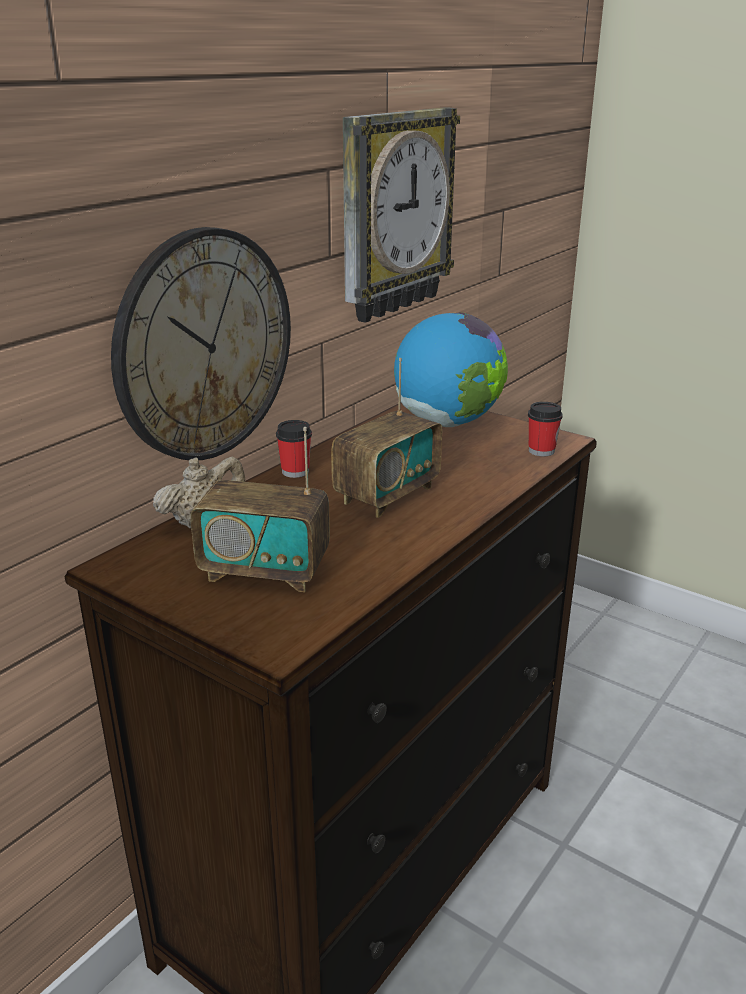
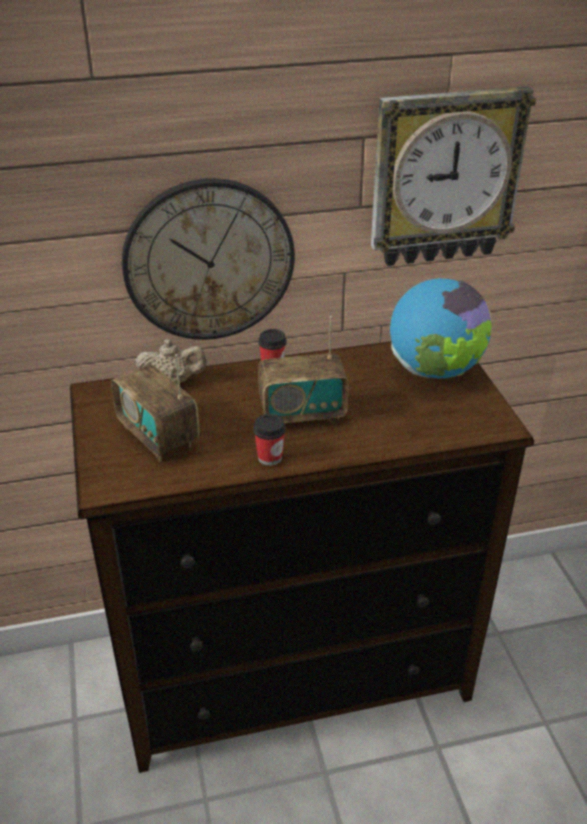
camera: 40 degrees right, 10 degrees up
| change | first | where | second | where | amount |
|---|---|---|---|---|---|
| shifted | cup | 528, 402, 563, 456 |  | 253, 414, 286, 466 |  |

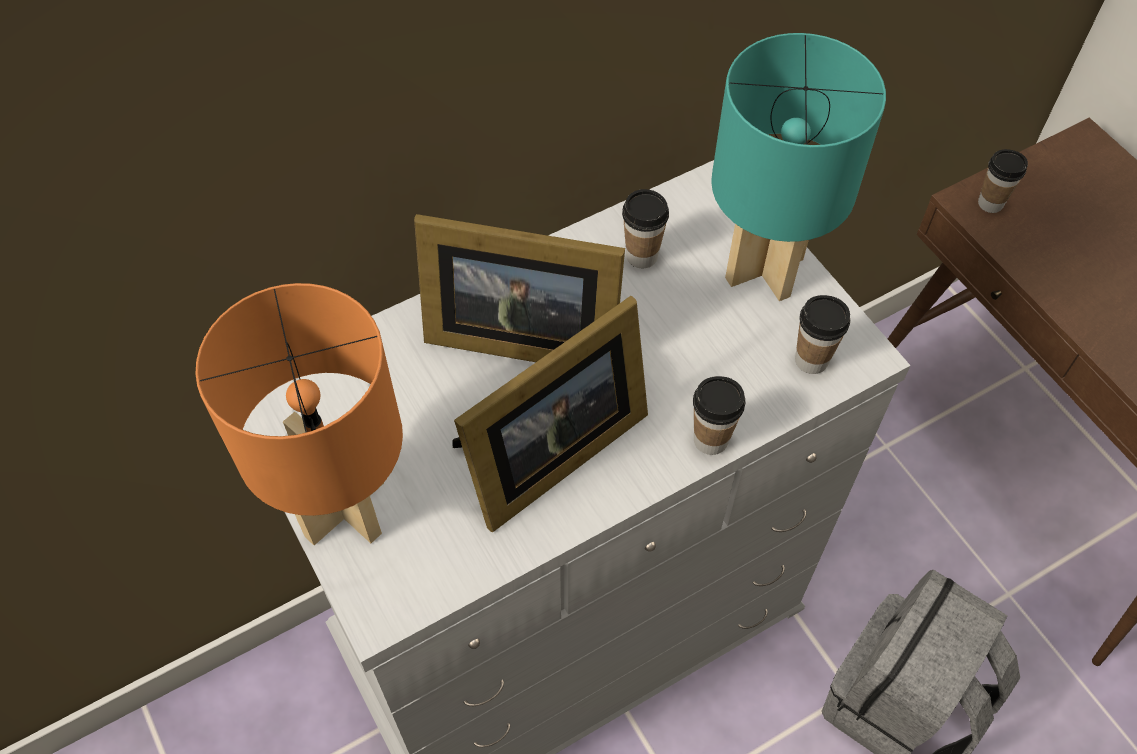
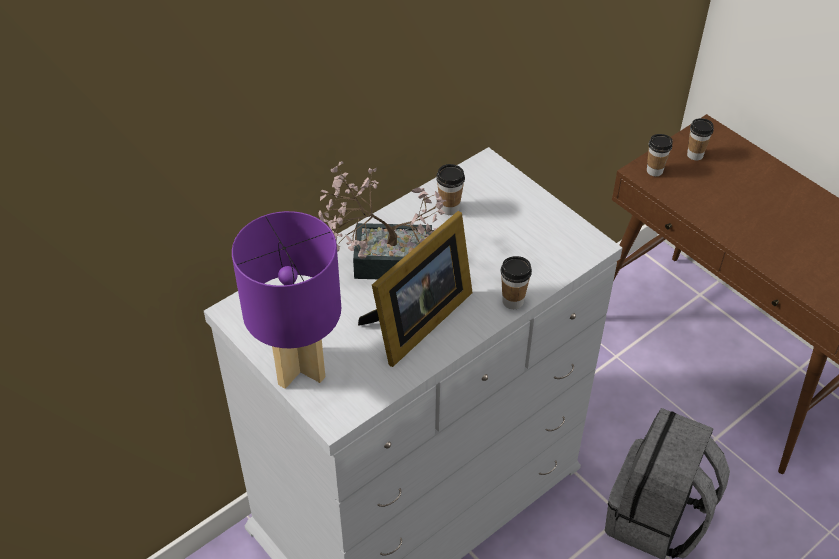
camera: 10 degrees left, 10 degrees down
| change | first | where | second | where | amount |
|---|---|---|---|---|---|
| gone | turquoise table lamp | 711, 33, 886, 301 |  |  |  |
| swapped | picture frame | 414, 214, 625, 362 | potted plant | 318, 161, 446, 279 |  |
| repainted | orange table lamp | 195, 283, 403, 545 | purple table lamp | 232, 211, 341, 389 |  |
| shifted | cup | 795, 295, 850, 374 |  | 687, 118, 714, 160 |  |

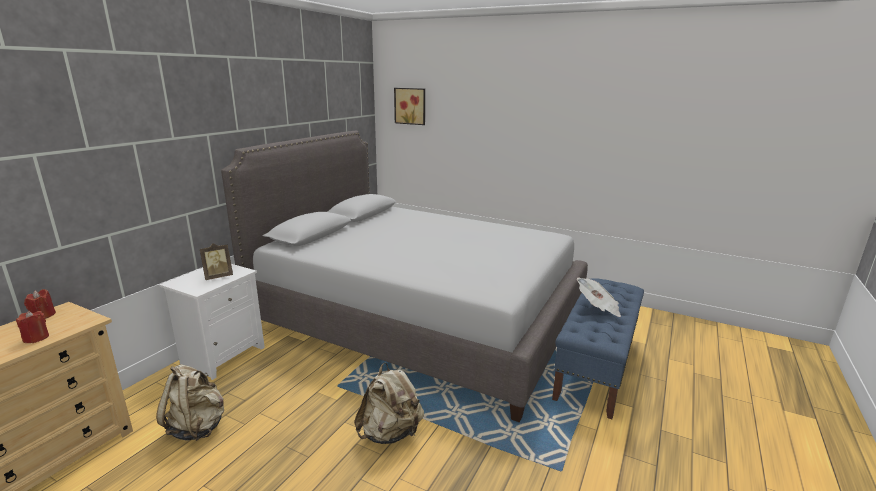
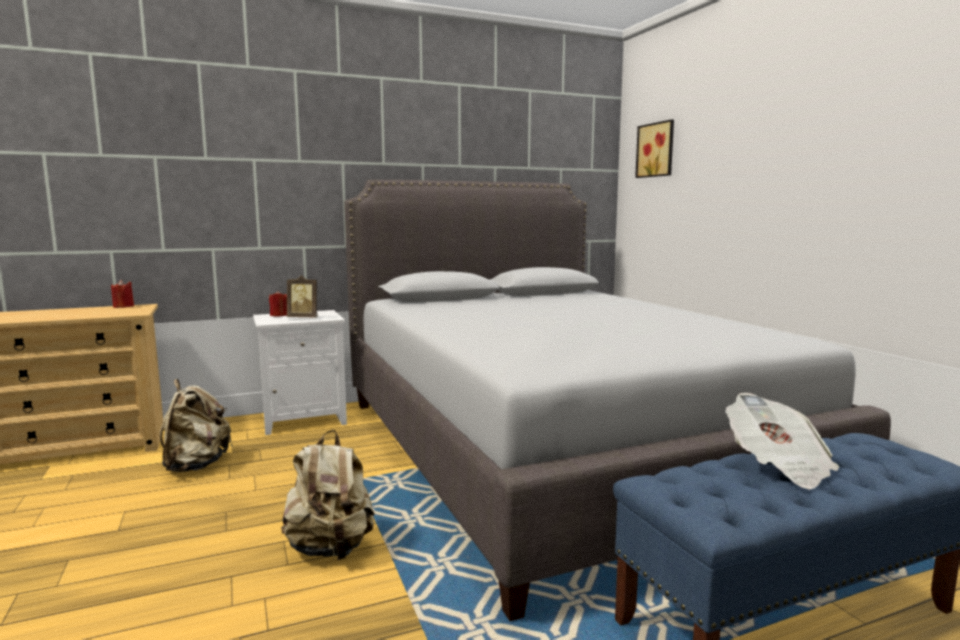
camera: 40 degrees right, 10 degrees down
| change | first | where | second | where | amount |
|---|---|---|---|---|---|
| shifted | red candle | 16, 311, 49, 343 |  | 269, 291, 287, 317 |  |

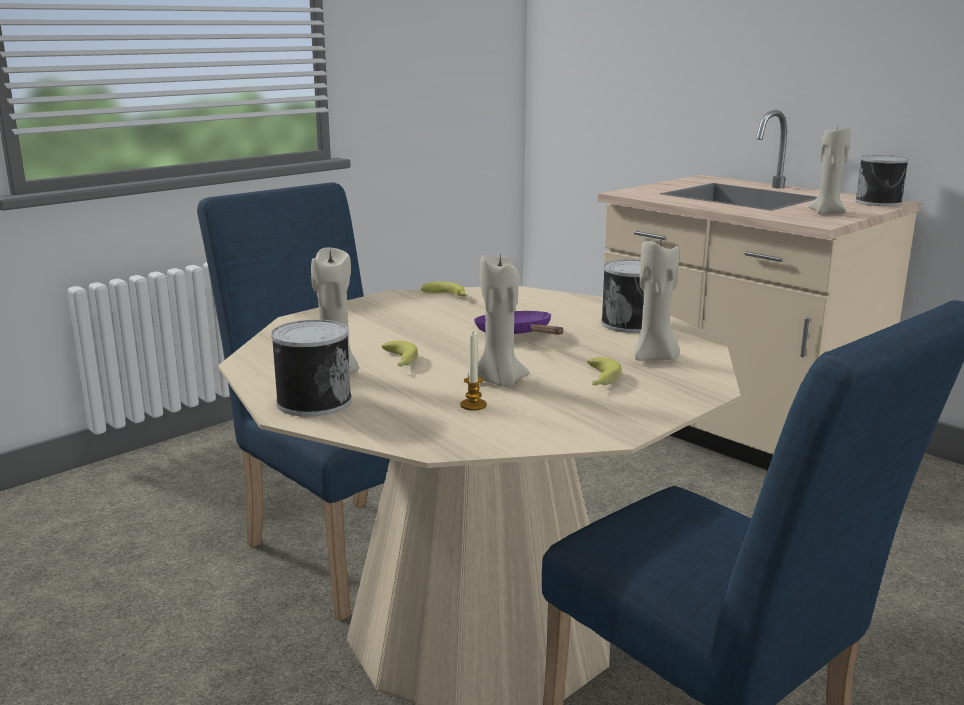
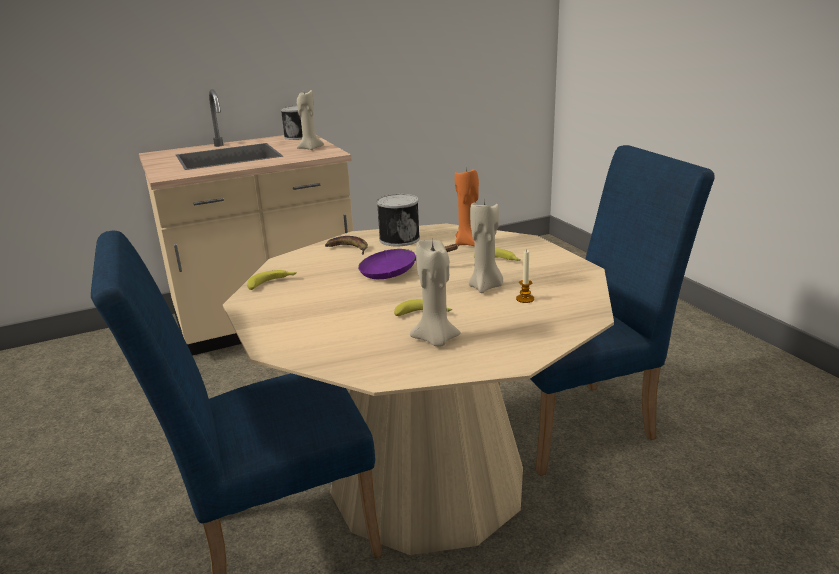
camera: 70 degrees left, 5 degrees up
| change | first | where | second | where | amount |
|---|---|---|---|---|---|
| repainted | beige candle | 635, 241, 680, 361 | orange candle | 455, 166, 479, 246 |  |
| gone | can | 271, 320, 352, 417 |  |  |  |
| new |  |  | banana | 325, 236, 368, 255 |  |

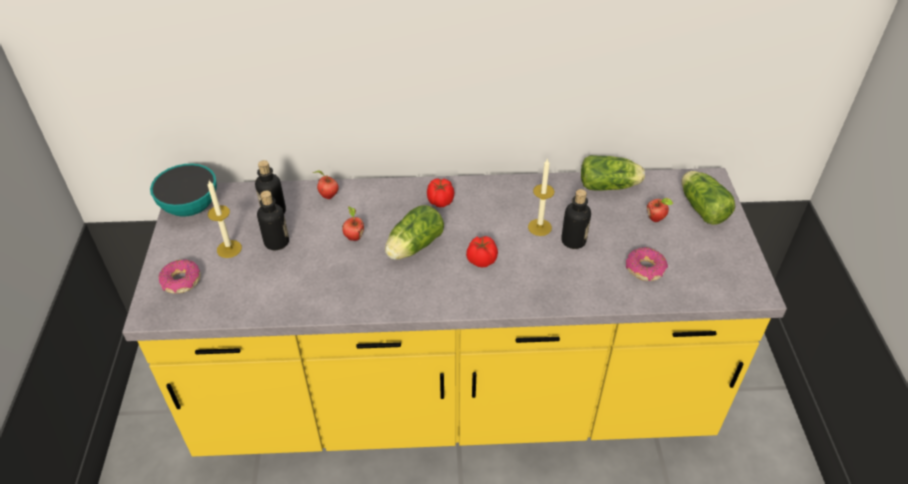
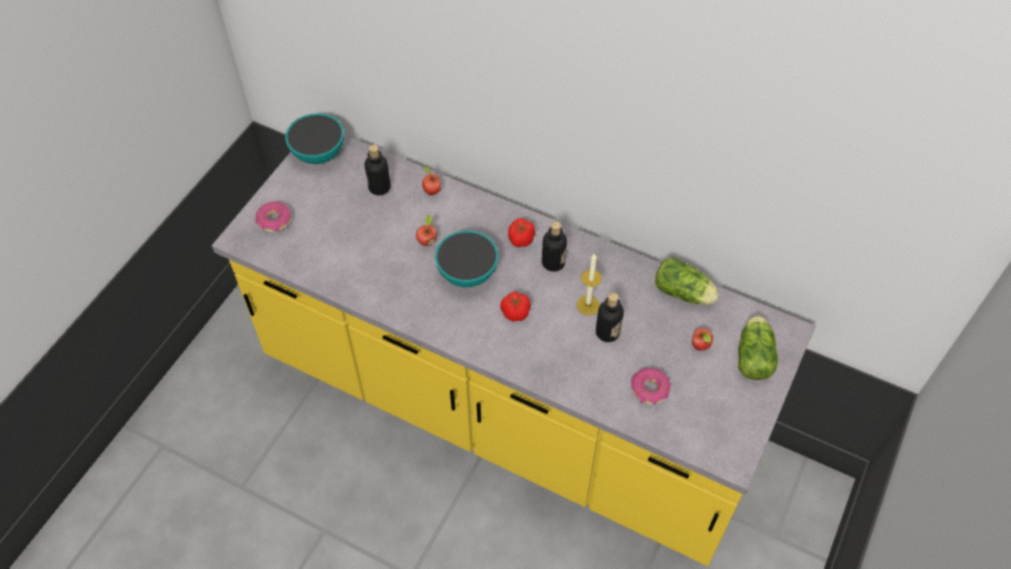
camera: 30 degrees right, 10 degrees up
| change | first | where | second | where | amount |
|---|---|---|---|---|---|
| gone | candle | 208, 180, 242, 258 |  |  |  |
| shifted | bottle | 257, 191, 289, 250 |  | 542, 222, 567, 272 |  |
| swapped | lettuce | 385, 205, 444, 260 | bowl | 435, 231, 498, 287 |  |

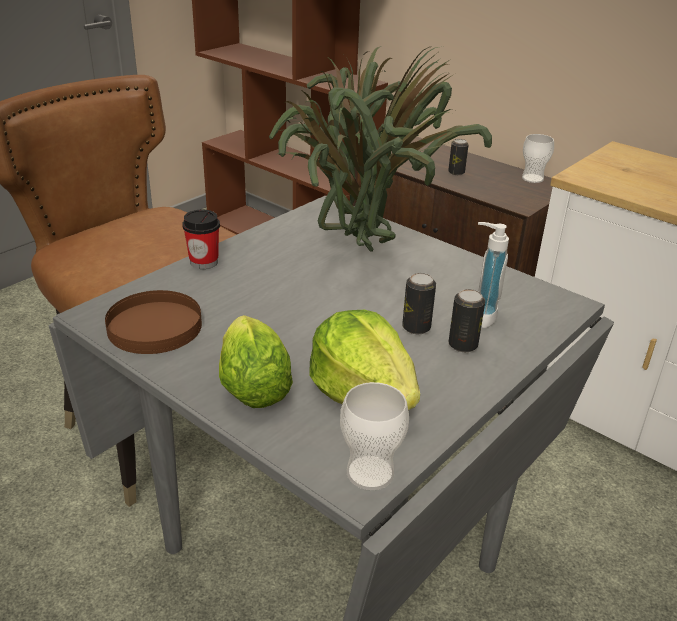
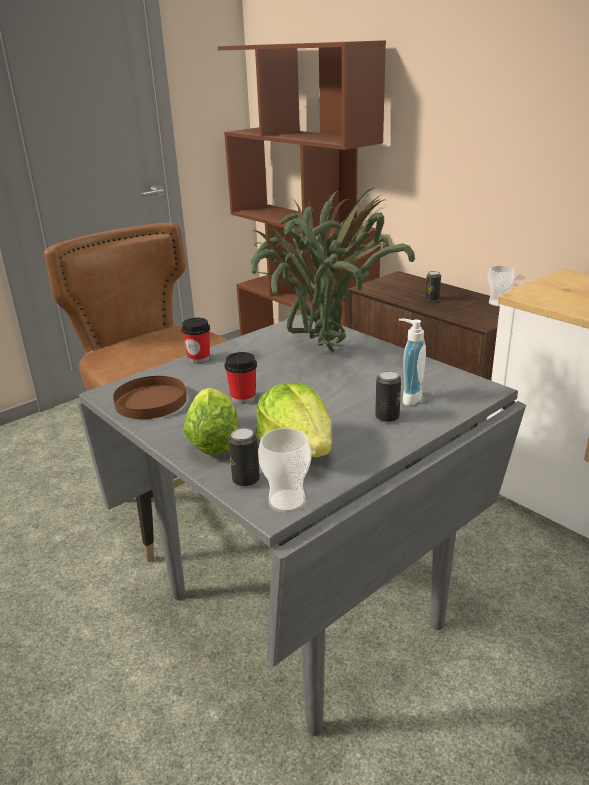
camera: 10 degrees right, 5 degrees down
| change | first | where | second | where | amount |
|---|---|---|---|---|---|
| shifted | can | 402, 273, 436, 334 |  | 228, 428, 260, 487 |  |
| new |  |  | cup | 225, 352, 257, 404 |  |

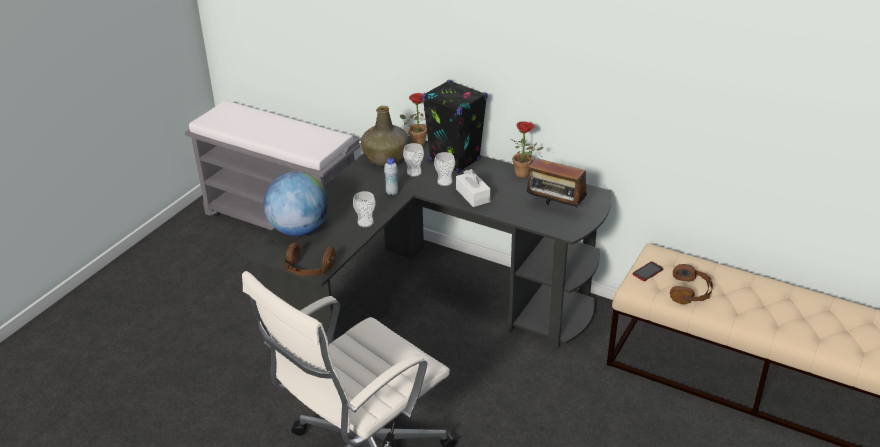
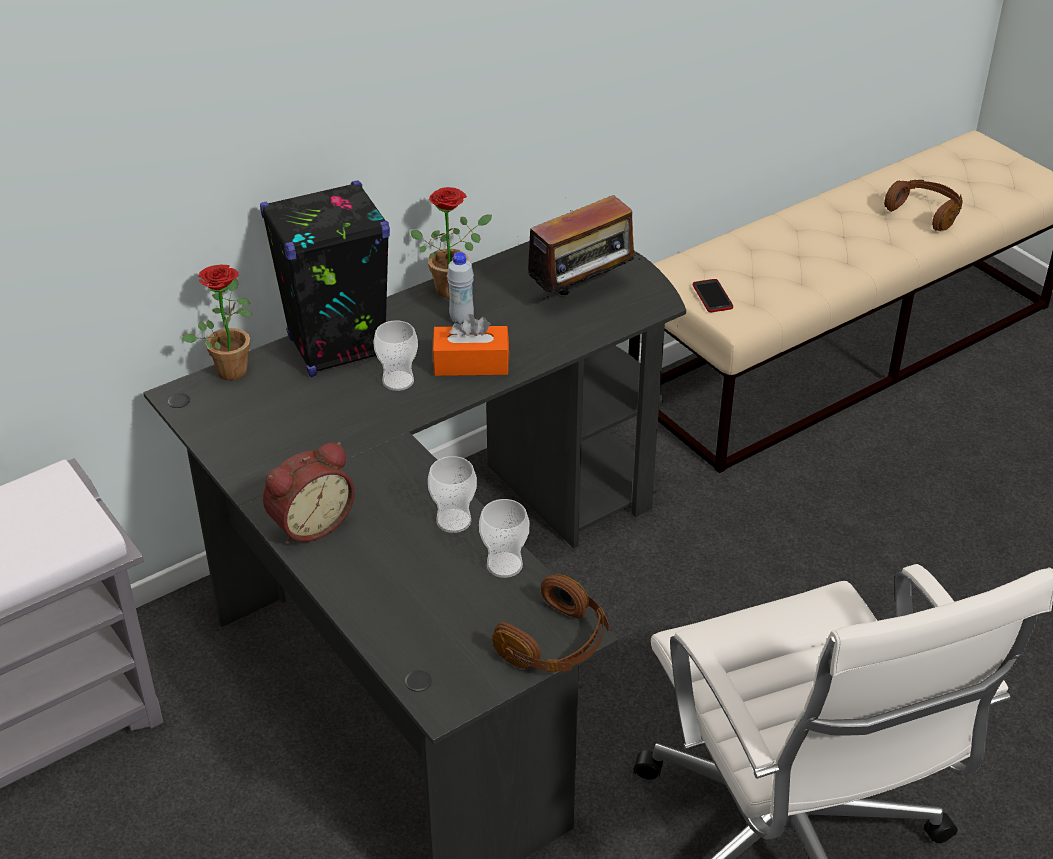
camera: 65 degrees left, 5 degrees up
| change | first | where | second | where | amount |
|---|---|---|---|---|---|
| gone | green bottle | 361, 106, 409, 166 |  |  |  |
| shifted | cup | 403, 143, 424, 177 |  | 479, 499, 529, 578 |  |
| shifted | white bottle | 384, 158, 398, 196 |  | 447, 252, 474, 324 |  |
| repainted | white tissue box | 456, 169, 491, 207 | orange tissue box | 432, 314, 509, 376 |  |
| gone | globe | 263, 172, 329, 236 |  |  |  |
| shifted | brown headphones | 670, 264, 713, 304 |  | 884, 180, 963, 231 |  |
| new |  |  | alarm clock | 263, 442, 355, 544 |  |

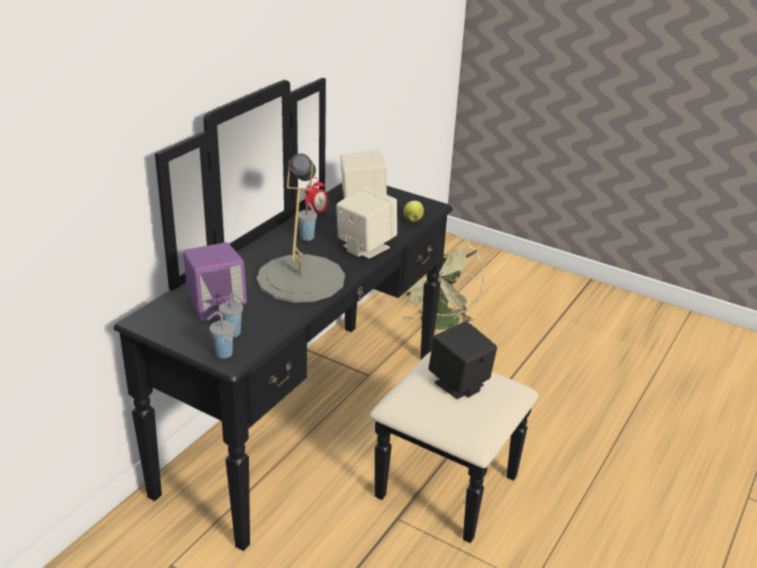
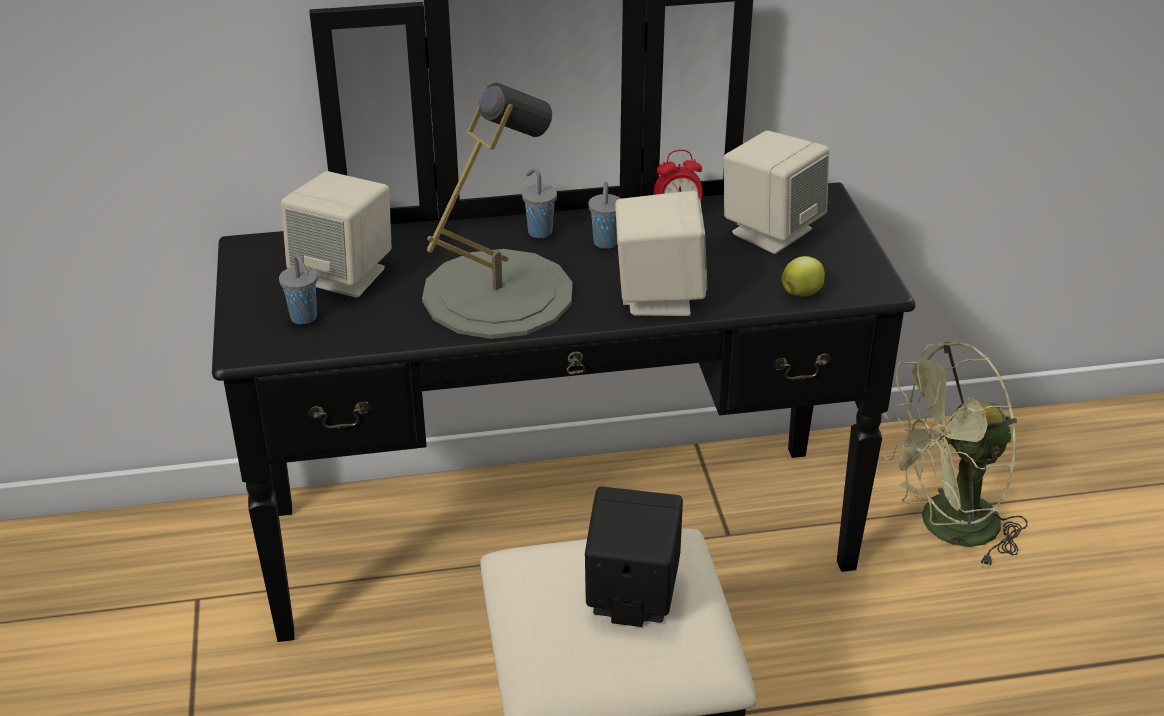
camera: 50 degrees right, 5 degrees up
| change | first | where | second | where | amount |
|---|---|---|---|---|---|
| repainted | purple speaker | 183, 242, 247, 321 | beige speaker | 281, 171, 392, 298 |  |
| shifted | grey cup | 207, 312, 235, 358 |  | 522, 168, 557, 238 |  |

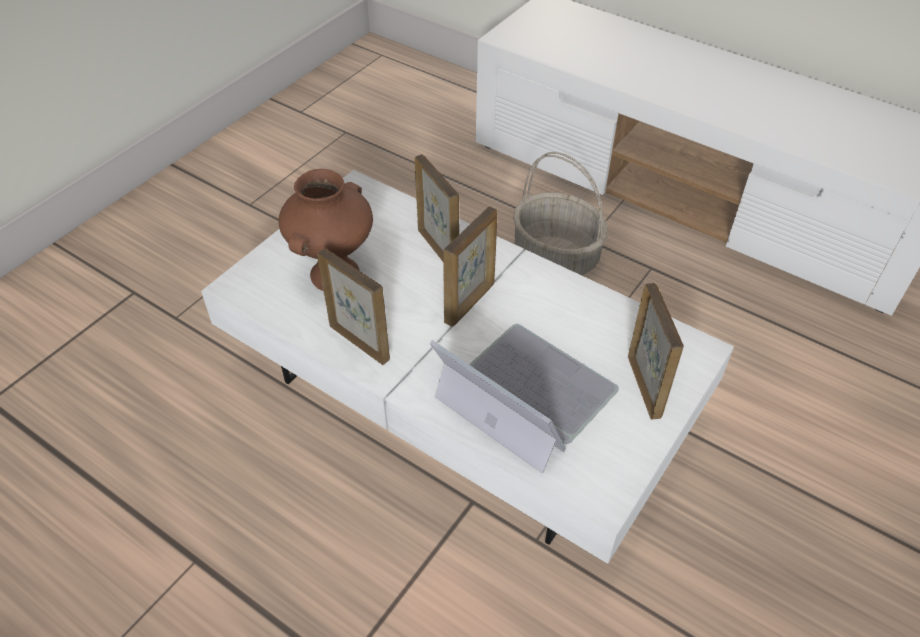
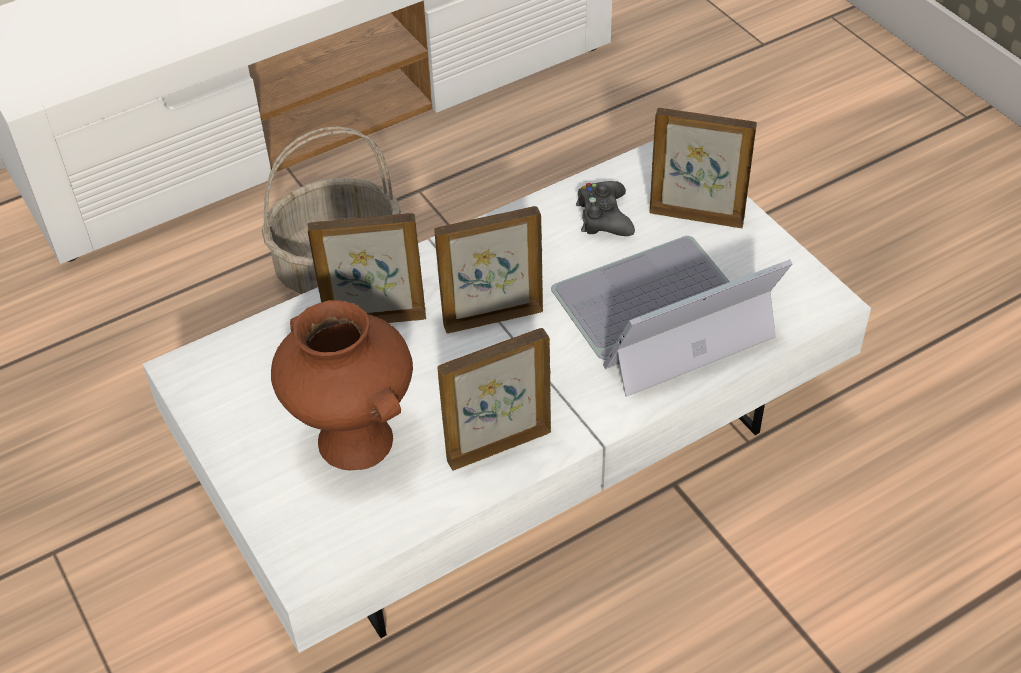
camera: 65 degrees left, 0 degrees up
| change | first | where | second | where | amount |
|---|---|---|---|---|---|
| rotated | picture frame | 443, 206, 497, 327 |  | 434, 206, 543, 334 | 75 degrees counterclockwise |
| new |  |  | black game controller | 576, 181, 635, 236 |  |

